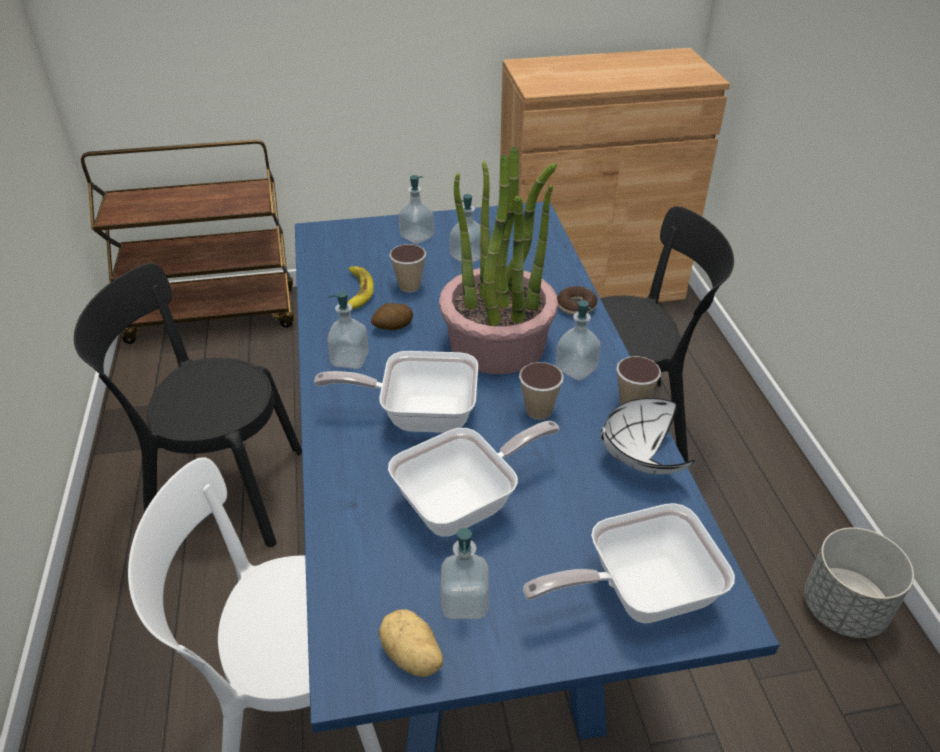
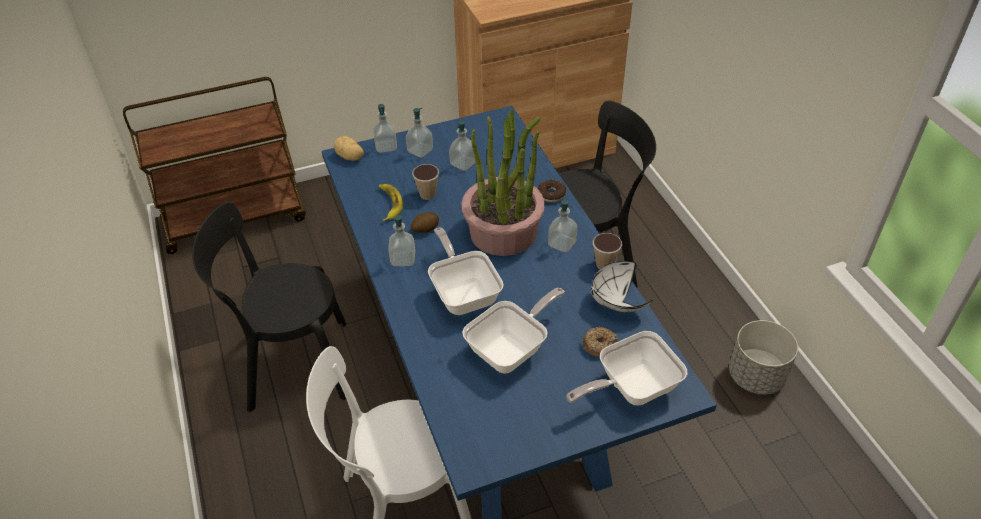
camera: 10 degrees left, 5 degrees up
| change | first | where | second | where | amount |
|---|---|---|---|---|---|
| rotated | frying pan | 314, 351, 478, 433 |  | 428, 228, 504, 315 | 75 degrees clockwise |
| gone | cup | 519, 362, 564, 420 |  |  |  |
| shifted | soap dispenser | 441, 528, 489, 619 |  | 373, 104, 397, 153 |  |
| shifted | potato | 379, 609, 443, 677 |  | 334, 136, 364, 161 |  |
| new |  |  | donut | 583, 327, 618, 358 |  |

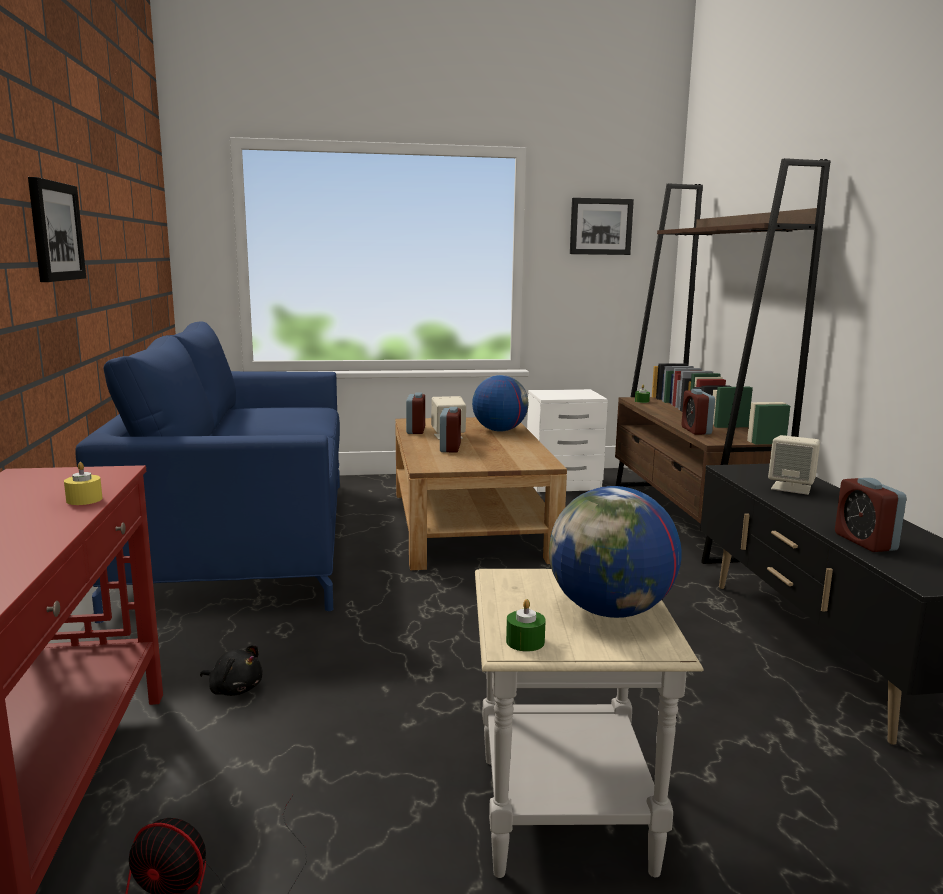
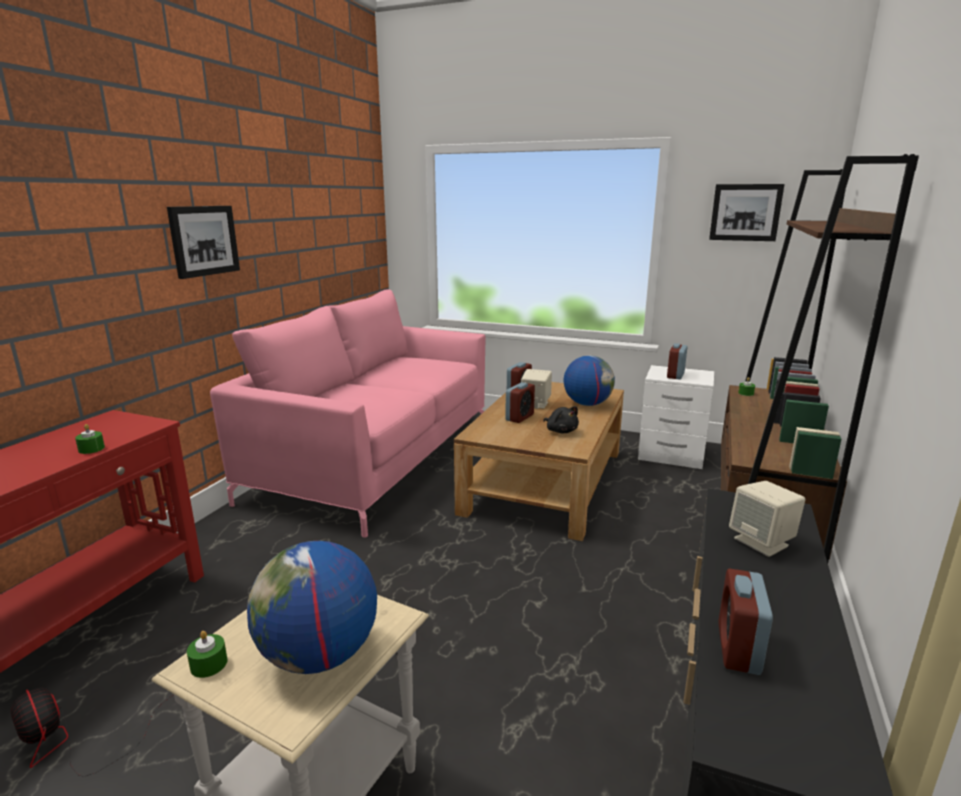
camera: 30 degrees right, 5 degrees up
| change | first | where | second | where | amount |
|---|---|---|---|---|---|
| repainted | blue sofa | 75, 321, 340, 623 | pink sofa | 210, 290, 486, 538 |  |
| shifted | alarm clock | 682, 389, 715, 435 |  | 667, 343, 687, 380 |  |
| repainted | yellow candle | 64, 462, 103, 505 | green candle | 75, 424, 105, 454 |  |
| shifted | black plush toy | 200, 645, 263, 696 |  | 543, 406, 579, 433 |  |

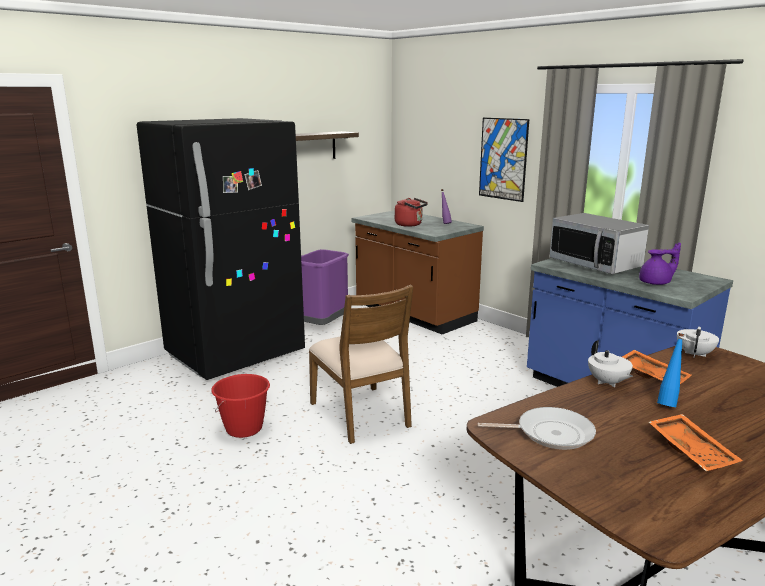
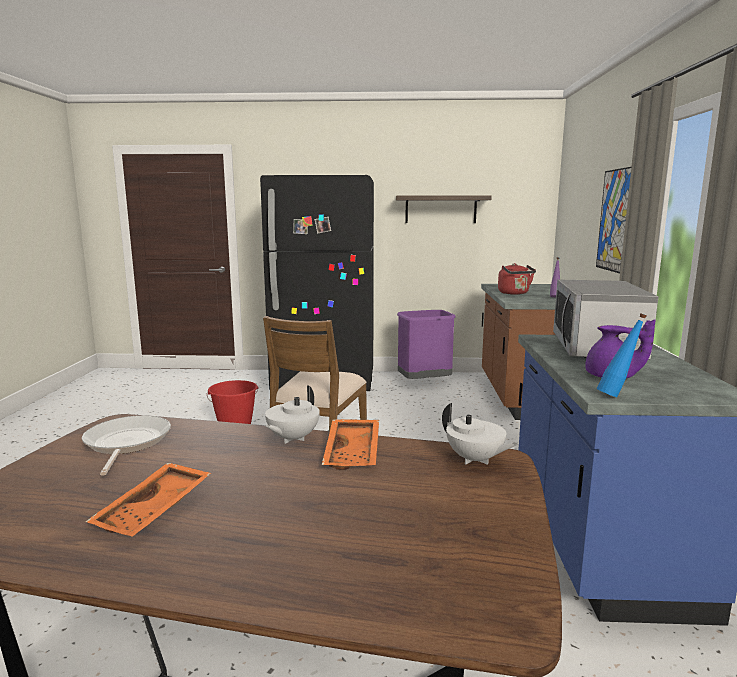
camera: 45 degrees right, 5 degrees down
| change | first | where | second | where | amount |
|---|---|---|---|---|---|
| rotated | white teapot | 677, 327, 719, 358 |  | 442, 403, 518, 465 | 60 degrees clockwise |
| shifted | blue bottle | 657, 333, 684, 407 |  | 597, 313, 647, 397 |  |
| rotated | frying pan | 478, 407, 596, 450 |  | 82, 415, 171, 476 | 150 degrees counterclockwise |

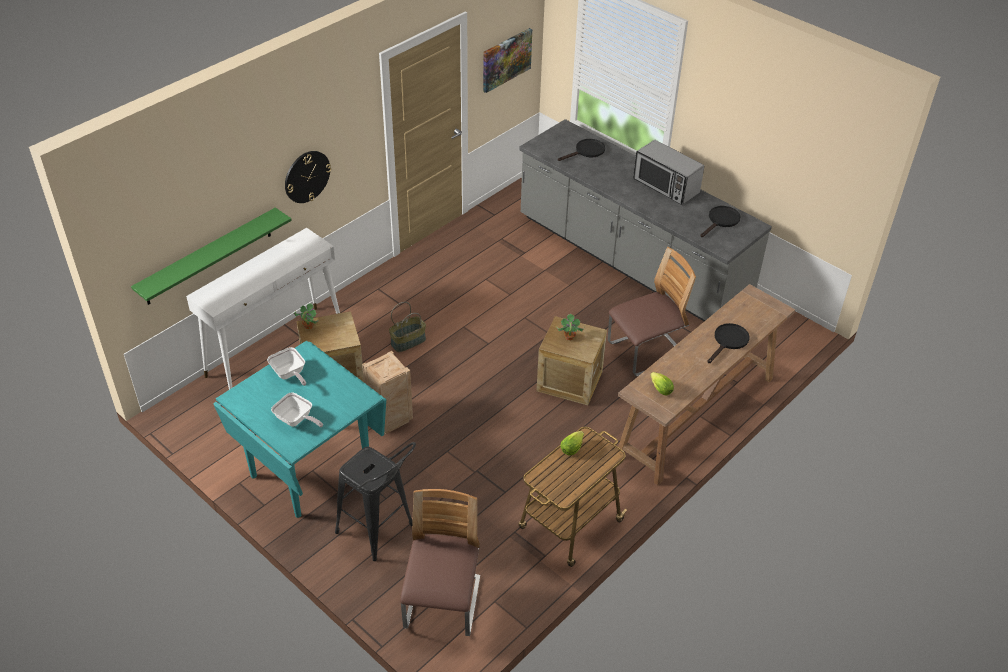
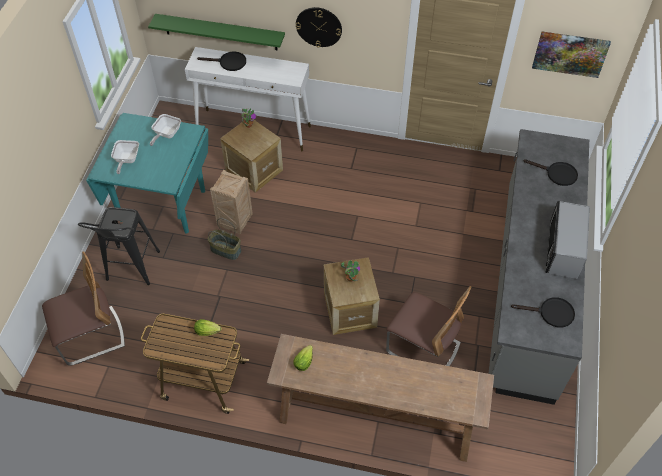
camera: 60 degrees right, 10 degrees up
| change | first | where | second | where | amount |
|---|---|---|---|---|---|
| shifted | basket | 389, 302, 426, 352 |  | 208, 218, 242, 260 |  |
| shifted | black frying pan | 707, 323, 749, 363 |  | 197, 52, 246, 71 |  |

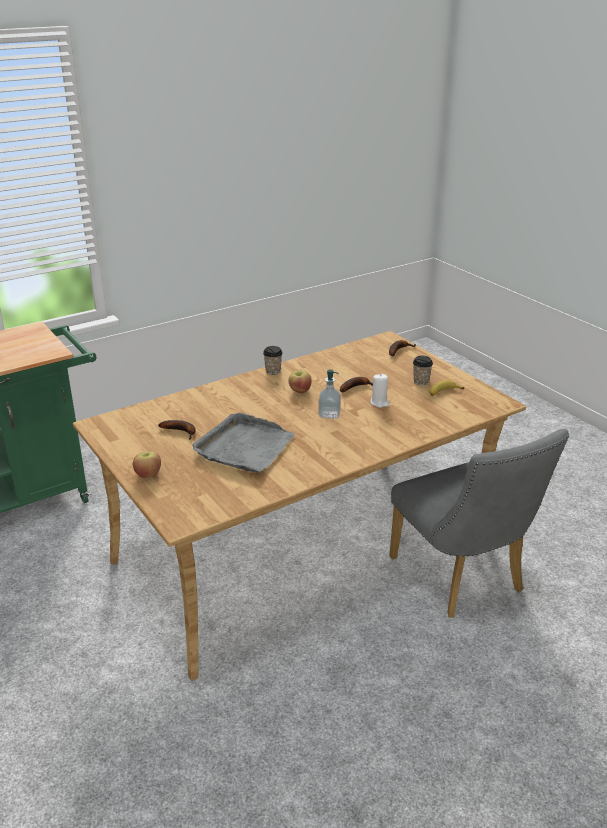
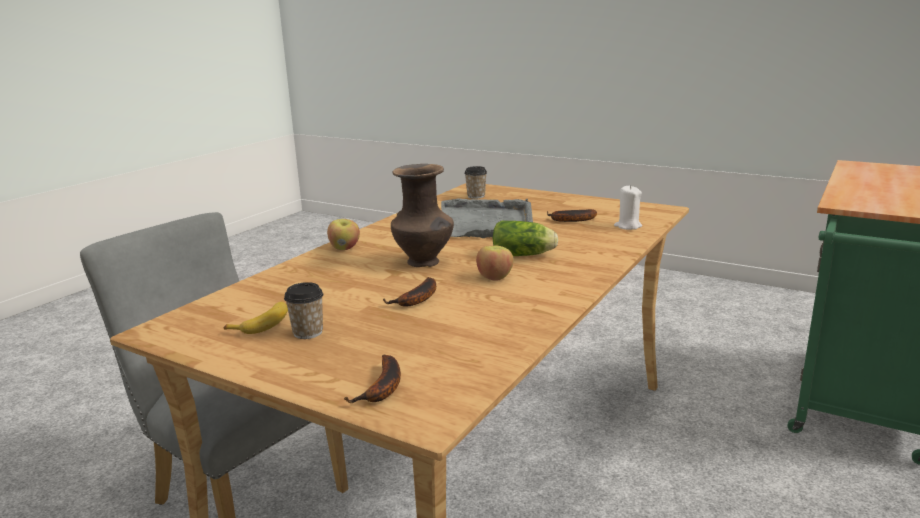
camera: 155 degrees right, 10 degrees down
| change | first | where | second | where | amount |
|---|---|---|---|---|---|
| shifted | cup | 263, 346, 283, 375 |  | 464, 166, 487, 199 |  |
| swapped | soap dispenser | 318, 369, 341, 419 | brown vase | 391, 164, 454, 267 |  |
| shifted | white candle | 370, 374, 389, 408 |  | 614, 185, 642, 230 |  |
| shifted | apple | 133, 452, 161, 478 |  | 327, 219, 360, 250 |  |
| new |  |  | lettuce | 493, 221, 558, 256 |  |

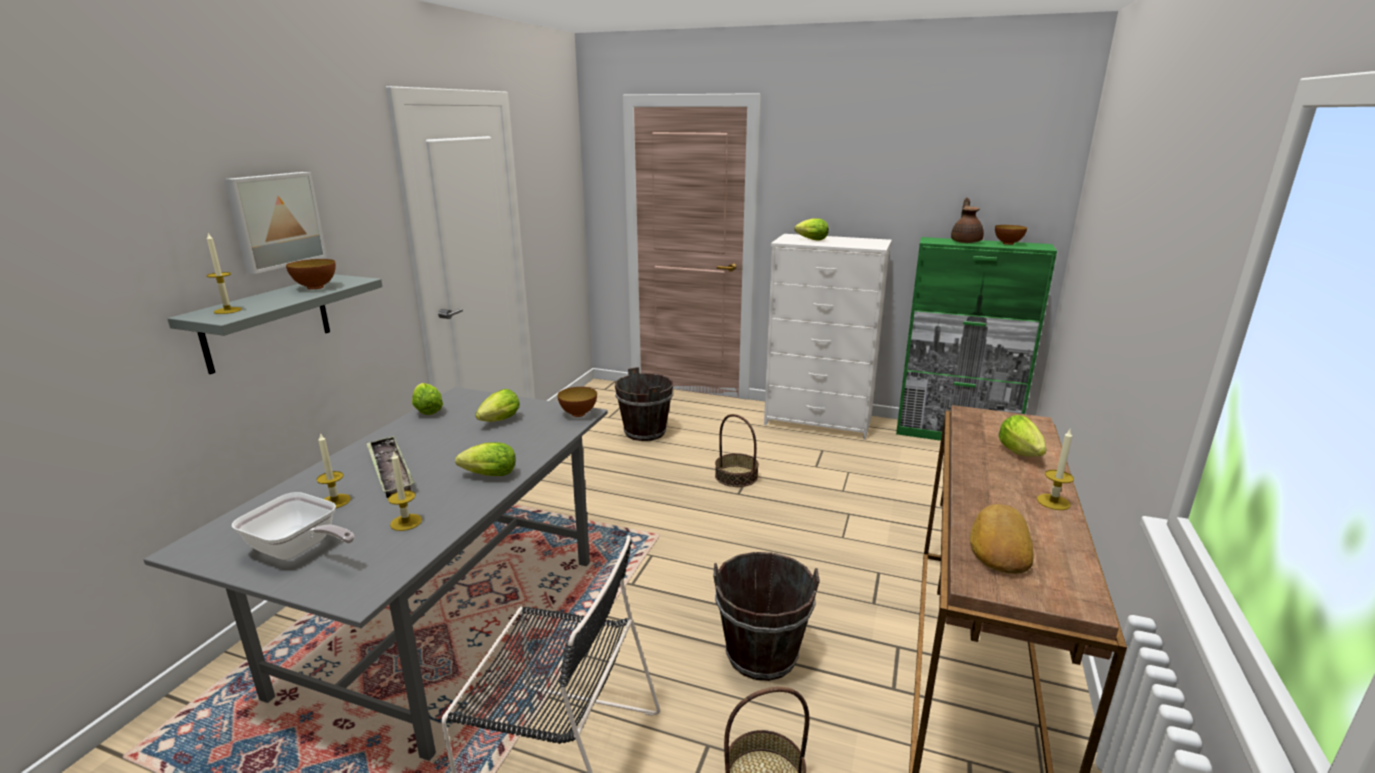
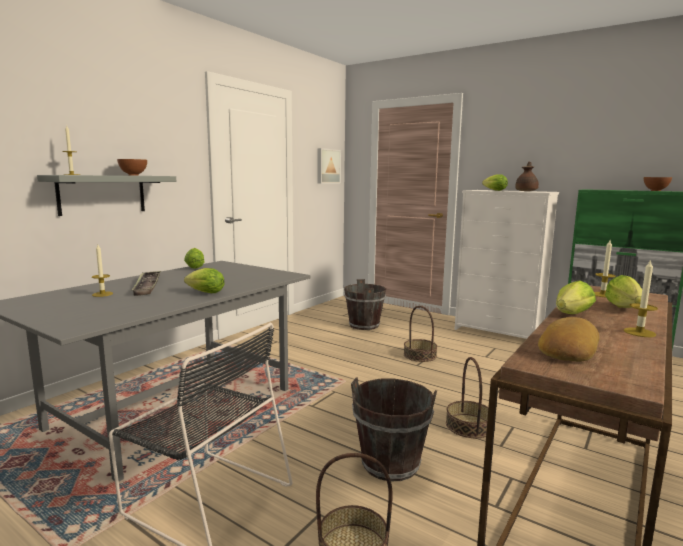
camera: 15 degrees right, 10 degrees down
| change | first | where | second | where | amount |
|---|---|---|---|---|---|
| shifted | picture | 224, 172, 327, 274 |  | 318, 148, 341, 184 |  |
| shifted | brown teapot | 951, 197, 984, 243 |  | 515, 162, 539, 191 |  |
| gone | bowl | 557, 387, 597, 417 |  |  |  |
| shifted | lettuce | 475, 389, 520, 422 |  | 556, 281, 596, 314 |  |
| shifted | candle | 388, 450, 422, 531 |  | 594, 240, 616, 298 |  |
| gone | frying pan | 232, 492, 354, 560 |  |  |  |
| new |  |  | basket | 446, 357, 488, 438 |  |

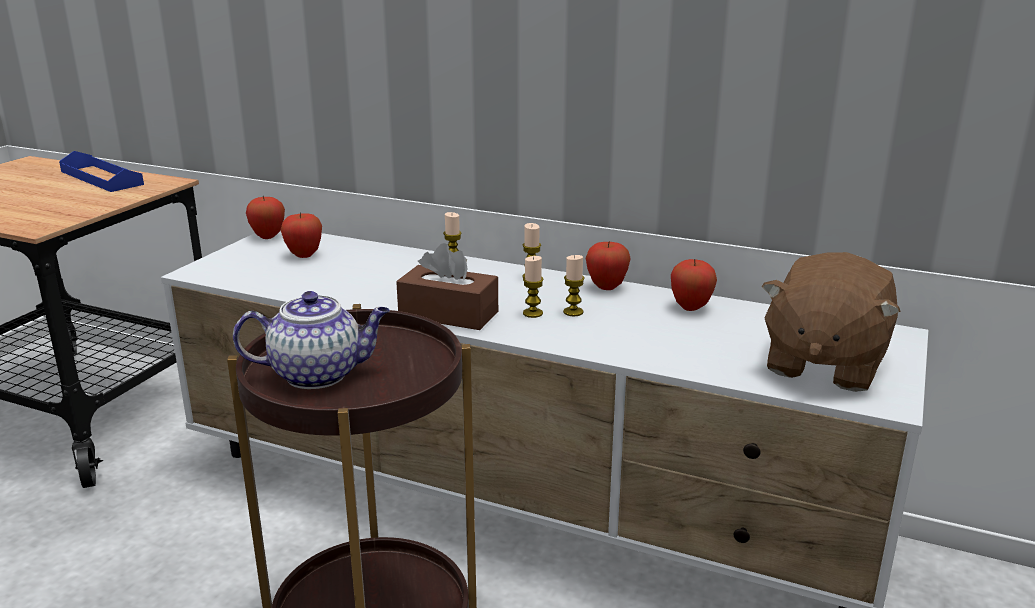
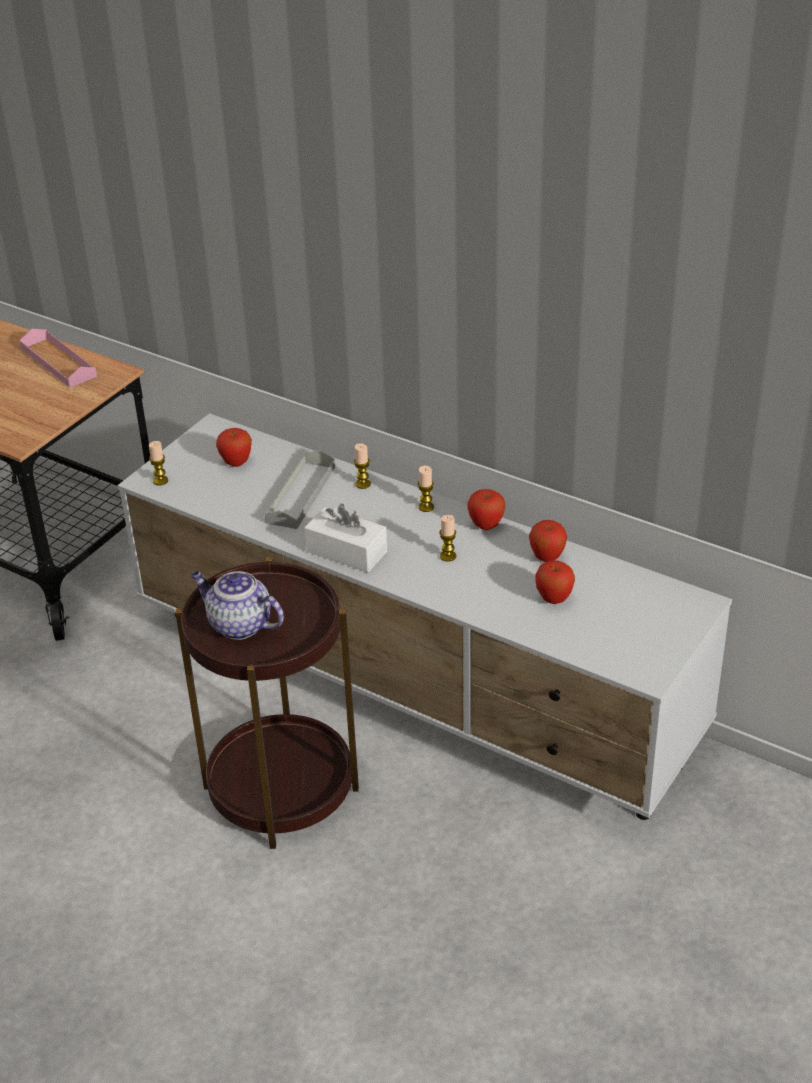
camera: 10 degrees right, 15 degrees up
| change | first | where | second | where | amount |
|---|---|---|---|---|---|
| repainted | blue tray | 59, 151, 144, 192 | pink tray | 20, 329, 97, 388 |  |
| shifted | apple | 246, 195, 285, 239 |  | 535, 560, 575, 604 |  |
| repainted | brown tissue box | 396, 243, 498, 330 | white tissue box | 304, 504, 387, 573 |  |
| gone | brown plush toy | 761, 252, 901, 392 |  |  |  |
| shifted | candle | 523, 256, 544, 318 |  | 149, 441, 168, 486 |  |
| rotated | teapot | 233, 291, 390, 389 |  | 191, 571, 284, 640 | 150 degrees counterclockwise |
| new |  |  | grey tray | 265, 450, 335, 529 |  |

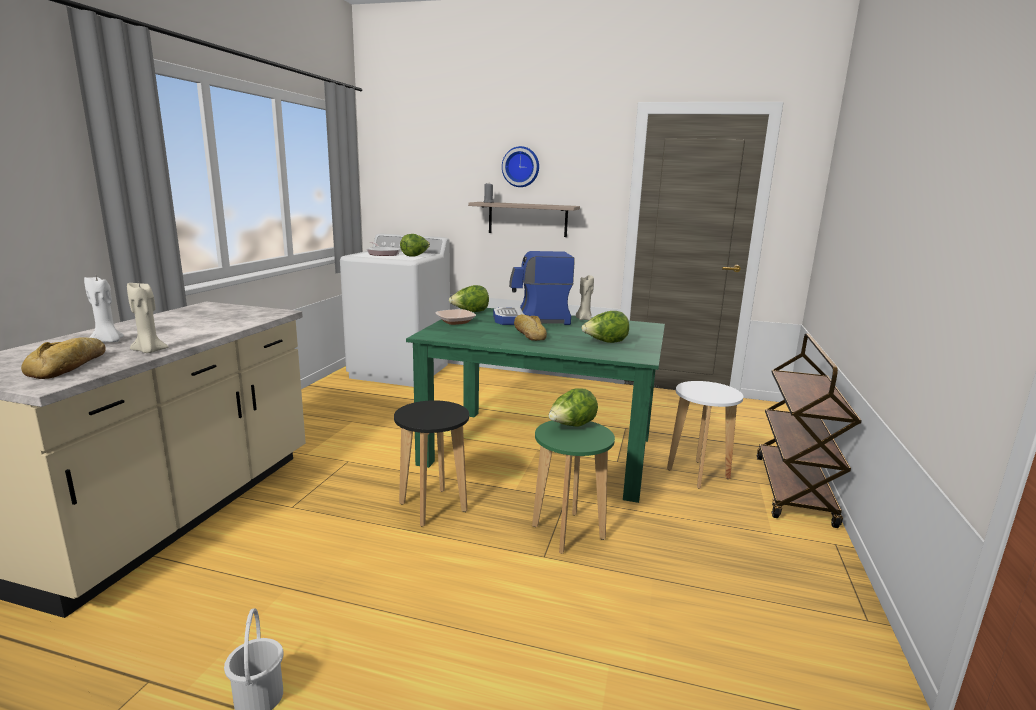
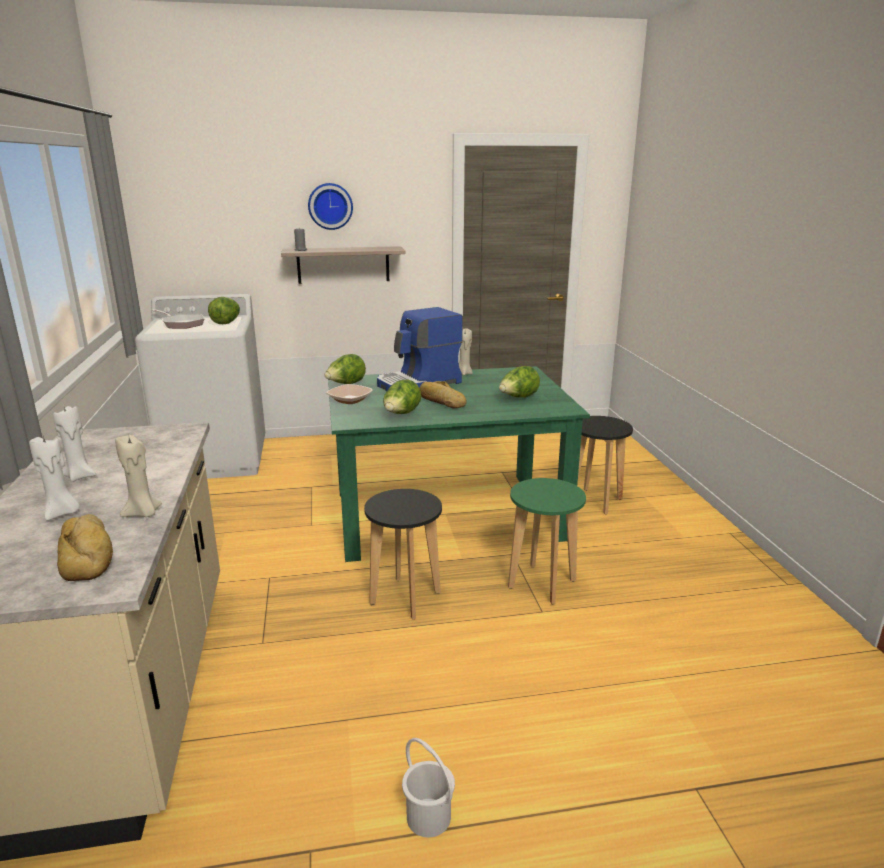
camera: 25 degrees left, 5 degrees up
| change | first | where | second | where | amount |
|---|---|---|---|---|---|
| gone | brown cart | 757, 334, 862, 528 |  |  |  |
| repainted | white stool | 667, 381, 743, 489 | black stool | 578, 416, 633, 514 |  |
| shifted | lettuce | 549, 388, 598, 427 |  | 383, 379, 421, 414 |  |
| new |  |  | white candle | 53, 406, 96, 482 |  |

